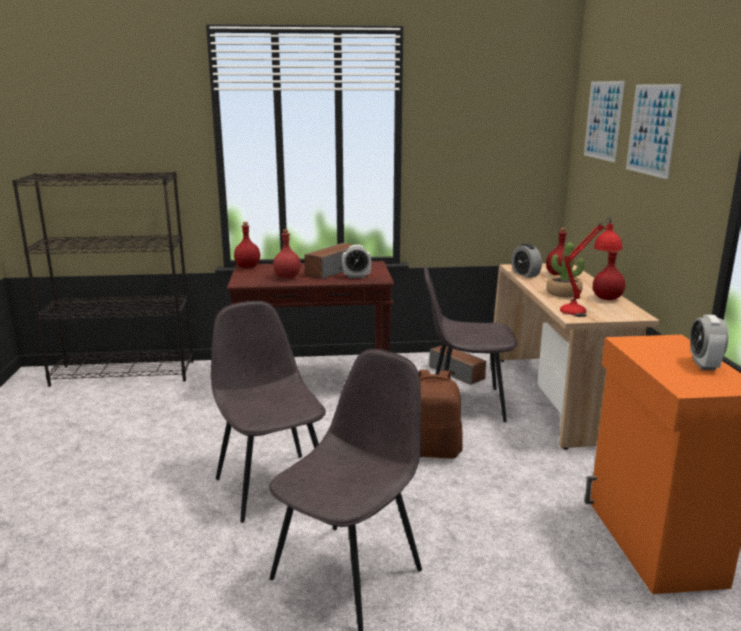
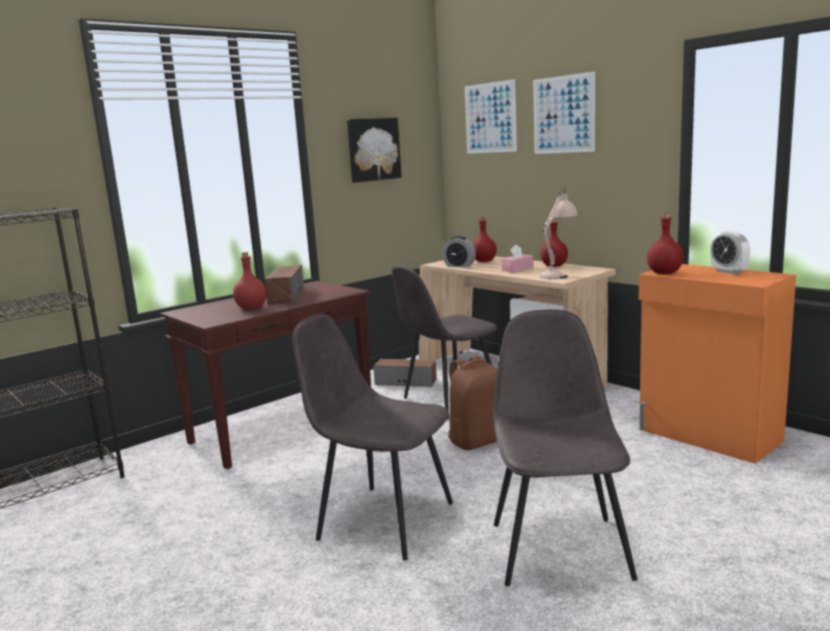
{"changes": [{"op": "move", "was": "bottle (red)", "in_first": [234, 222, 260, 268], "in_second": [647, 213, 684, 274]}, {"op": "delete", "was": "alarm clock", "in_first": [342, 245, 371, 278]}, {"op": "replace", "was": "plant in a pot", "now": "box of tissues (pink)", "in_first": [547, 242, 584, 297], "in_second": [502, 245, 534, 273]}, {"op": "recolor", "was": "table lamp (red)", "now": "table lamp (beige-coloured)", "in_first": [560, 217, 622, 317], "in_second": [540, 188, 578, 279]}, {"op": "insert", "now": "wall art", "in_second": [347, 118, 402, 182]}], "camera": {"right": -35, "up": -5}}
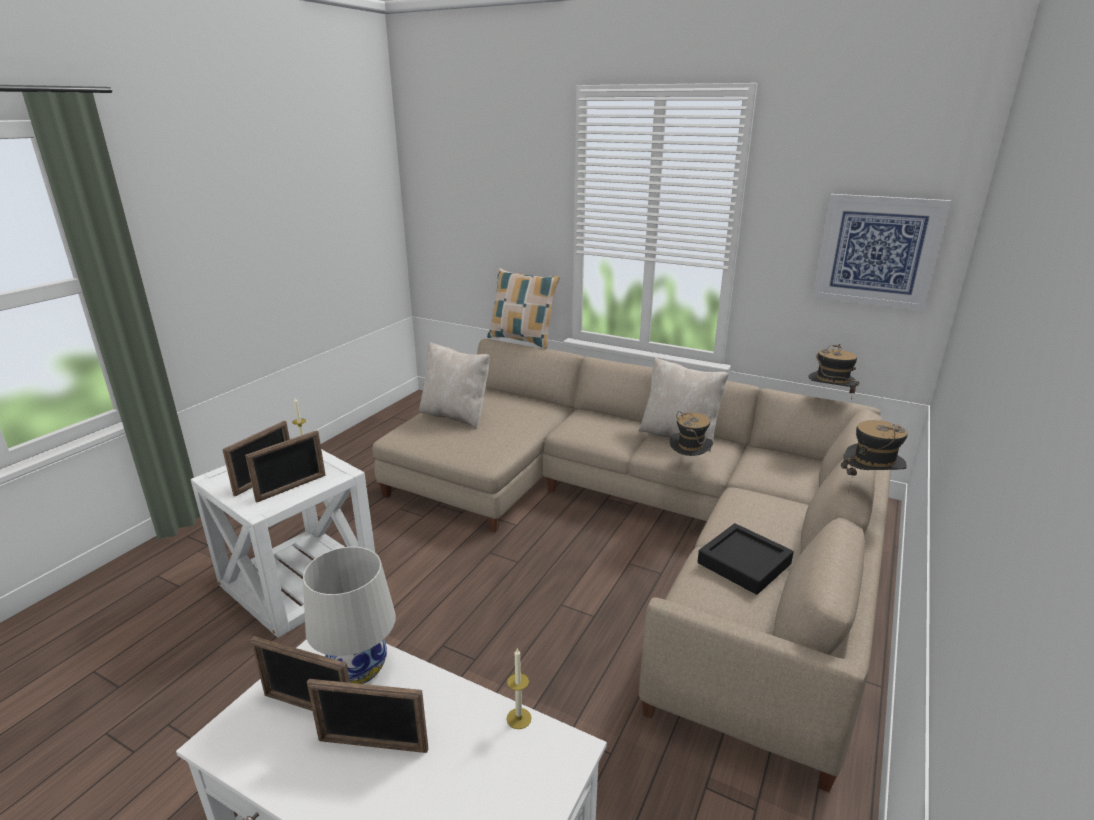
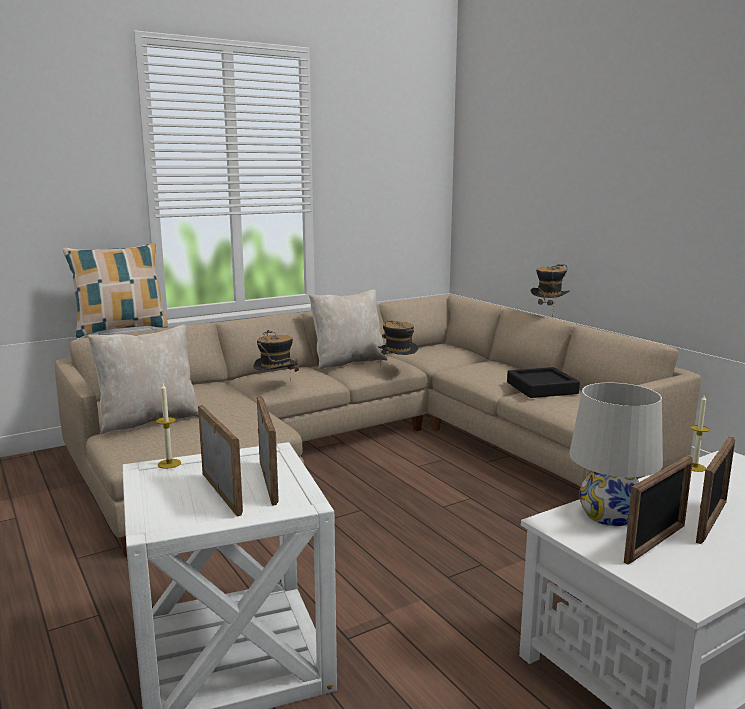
{"changes": [{"op": "move", "was": "hat", "in_first": [808, 344, 860, 400], "in_second": [253, 330, 299, 381]}, {"op": "delete", "was": "wall art", "in_first": [812, 194, 951, 311]}], "camera": {"right": -60, "up": -10}}
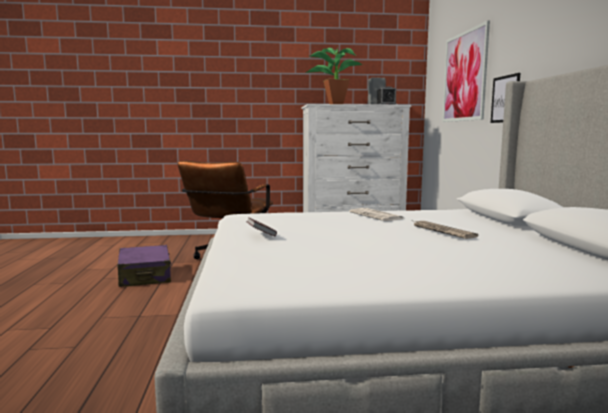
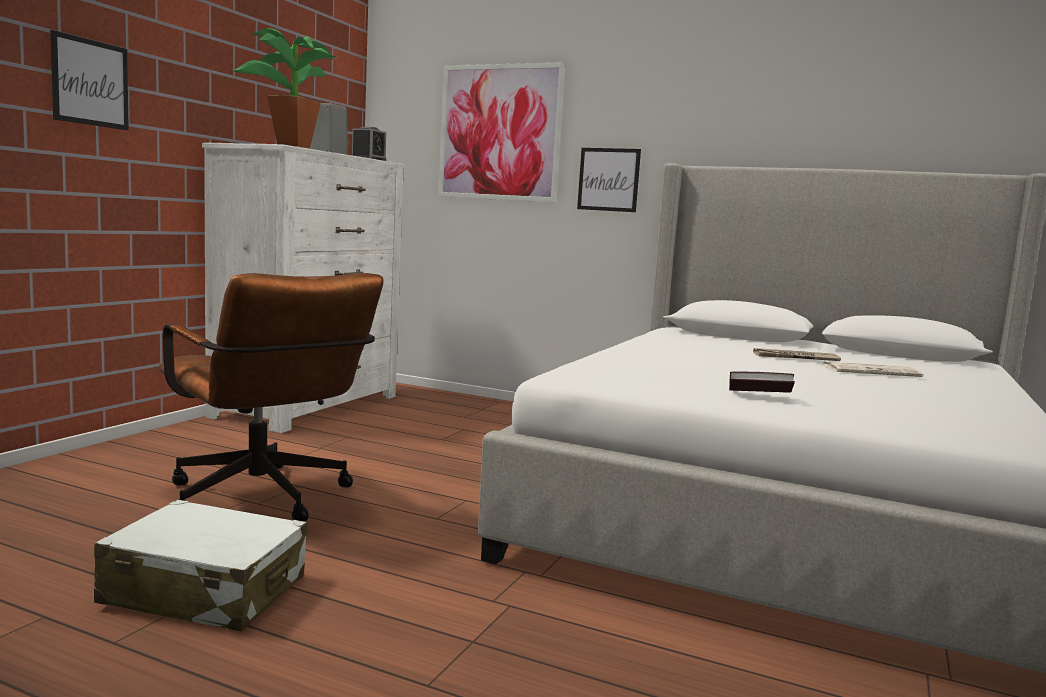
{"changes": [{"op": "recolor", "was": "suitcase (purple-coloured)", "now": "suitcase (whitish)", "in_first": [117, 245, 172, 287], "in_second": [94, 499, 307, 631]}, {"op": "move", "was": "daily paper", "in_first": [349, 208, 404, 221], "in_second": [823, 361, 923, 377]}, {"op": "insert", "now": "wall art", "in_second": [50, 30, 129, 130]}], "camera": {"right": -60, "up": 0}}
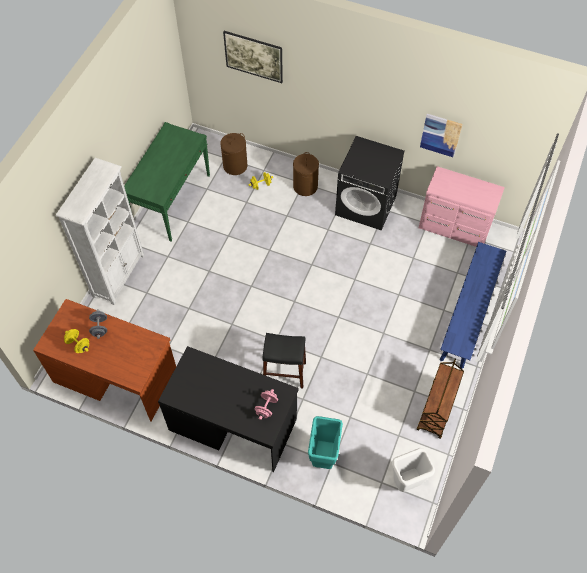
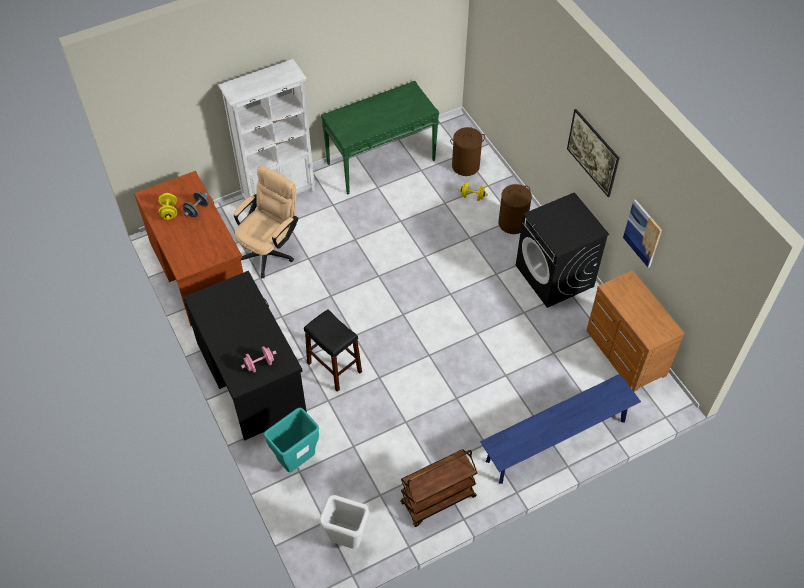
{"changes": [{"op": "move", "was": "wall art", "in_first": [223, 31, 283, 83], "in_second": [567, 109, 619, 197]}, {"op": "recolor", "was": "drawer chest (pink)", "now": "drawer chest (brownish)", "in_first": [419, 166, 505, 247], "in_second": [587, 270, 685, 392]}, {"op": "insert", "now": "desk chair (beige-coloured)", "in_second": [234, 165, 298, 278]}], "camera": {"right": 40, "up": -5}}
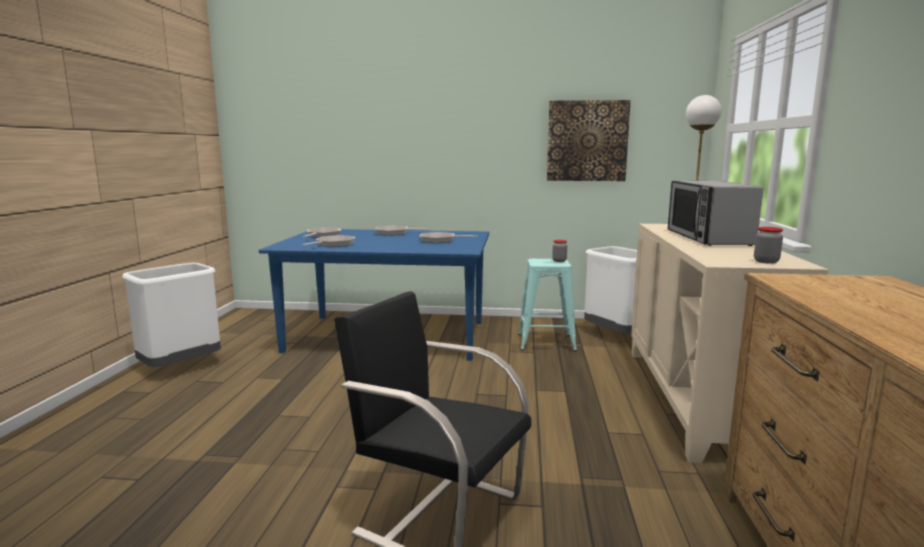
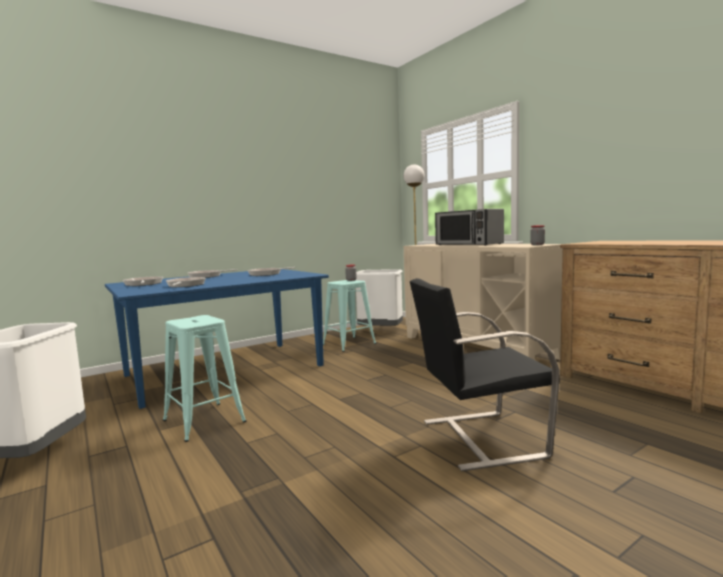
{"changes": [{"op": "delete", "was": "wall art", "in_first": [547, 100, 631, 181]}, {"op": "insert", "now": "sitting stool (turquoise)", "in_second": [163, 315, 246, 442]}], "camera": {"right": -40, "up": -5}}
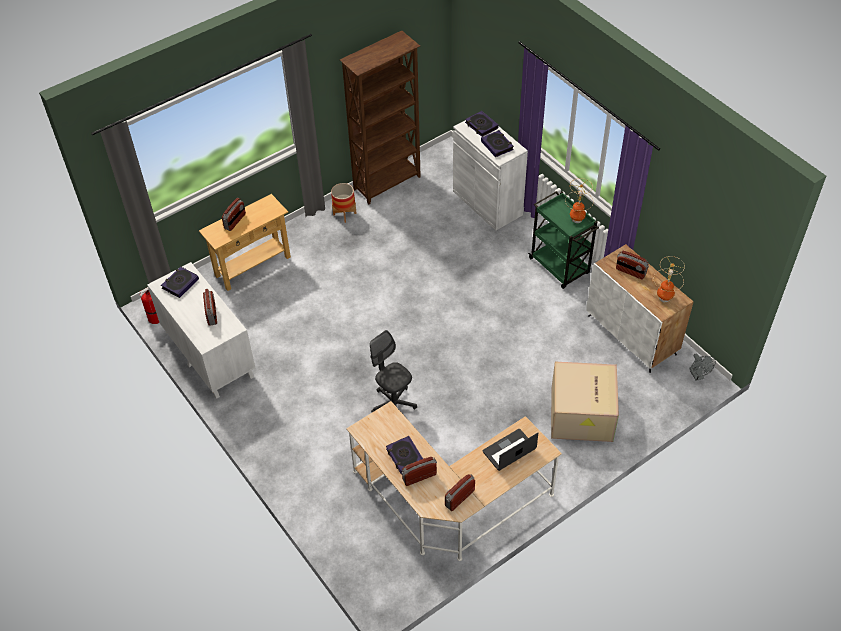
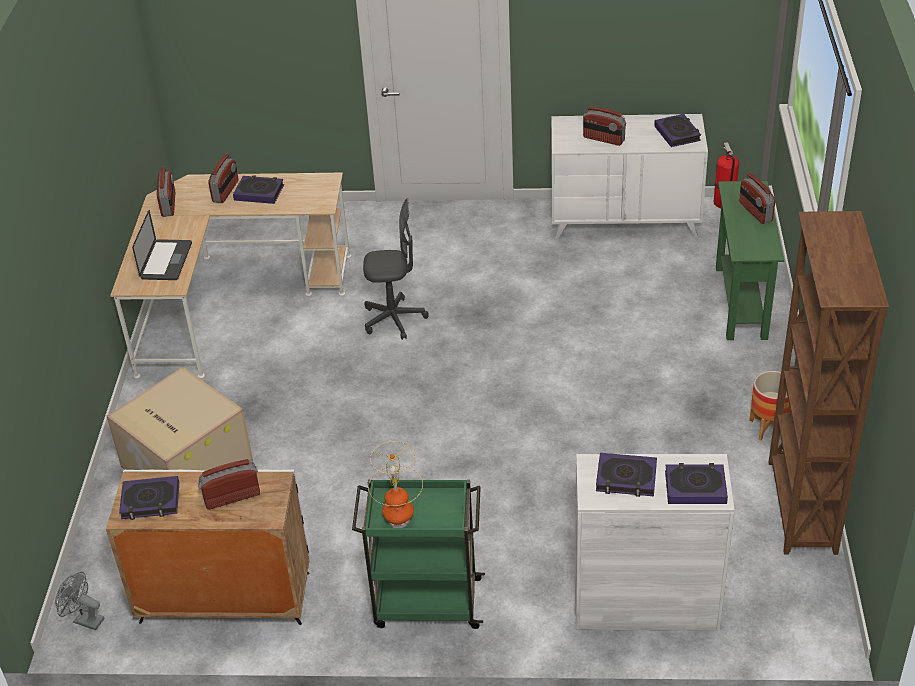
{"changes": [{"op": "recolor", "was": "hall table (beige-coloured)", "now": "hall table (green)", "in_first": [199, 194, 291, 291], "in_second": [716, 181, 784, 340]}, {"op": "replace", "was": "table lamp", "now": "bound book", "in_first": [654, 256, 685, 303], "in_second": [119, 476, 179, 520]}], "camera": {"right": 130, "up": -10}}
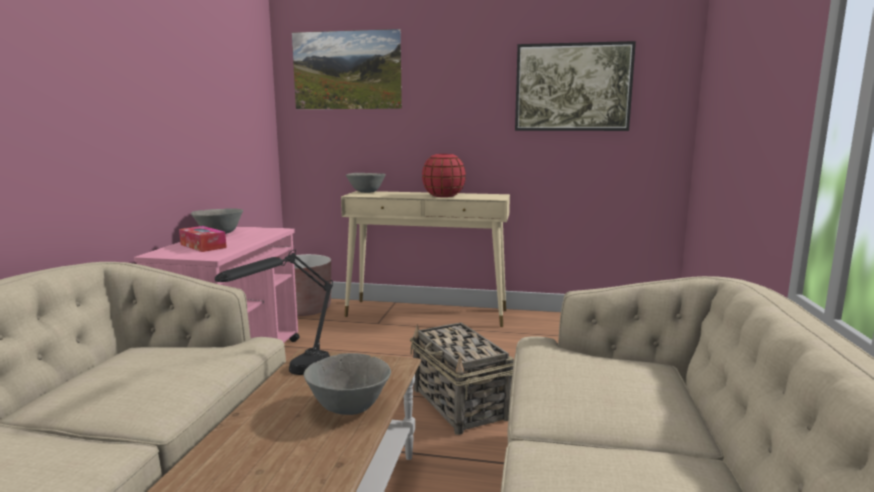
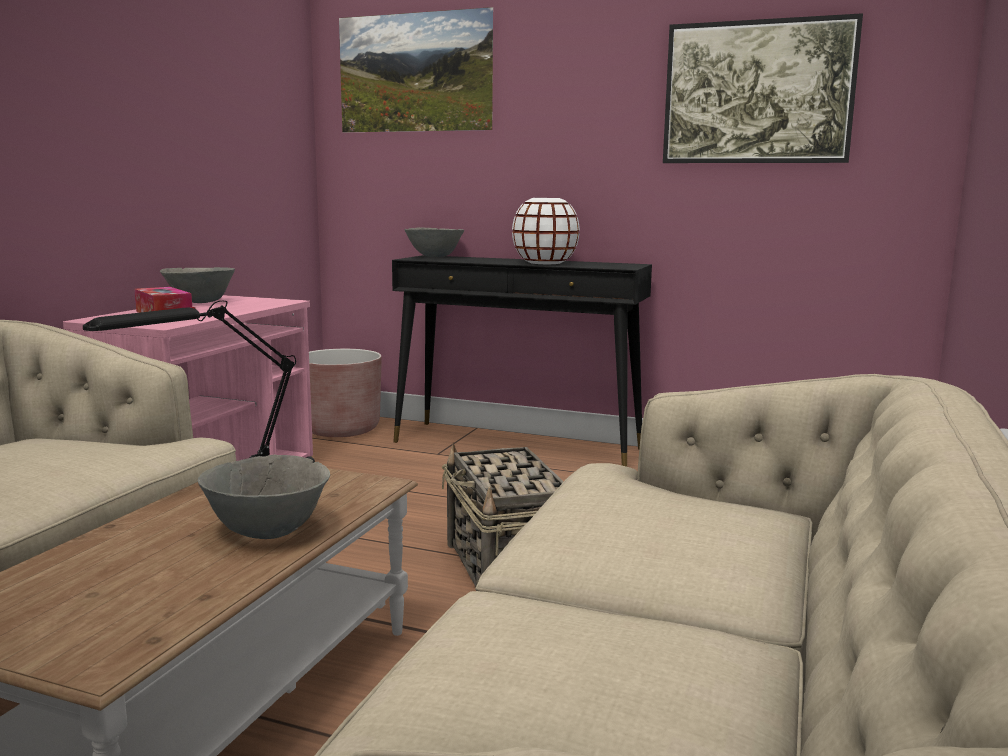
{"changes": [{"op": "recolor", "was": "hall table (beige-coloured)", "now": "hall table (black-coloured)", "in_first": [341, 191, 510, 327], "in_second": [392, 255, 652, 467]}, {"op": "recolor", "was": "vase (red)", "now": "vase (whitish)", "in_first": [422, 154, 466, 197], "in_second": [512, 198, 580, 264]}], "camera": {"right": 10, "up": 0}}
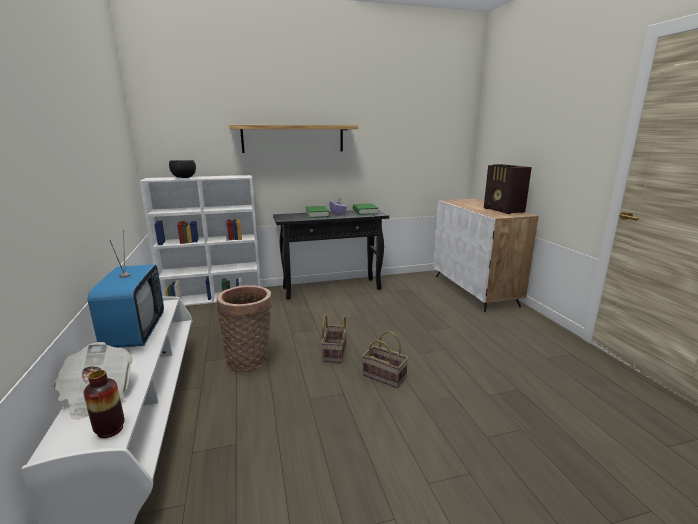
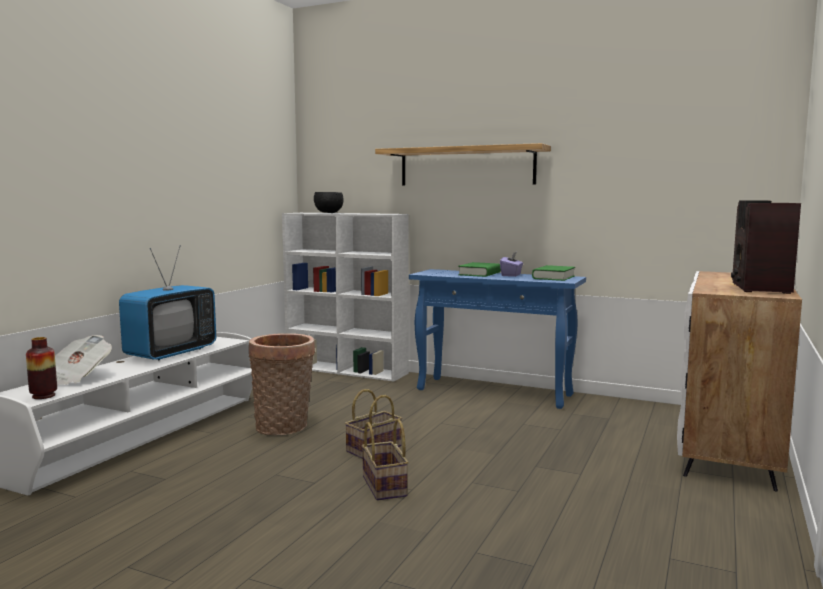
{"changes": [{"op": "recolor", "was": "hall table (black-coloured)", "now": "hall table (blue-coloured)", "in_first": [273, 210, 389, 300], "in_second": [409, 269, 586, 409]}], "camera": {"right": 40, "up": -10}}
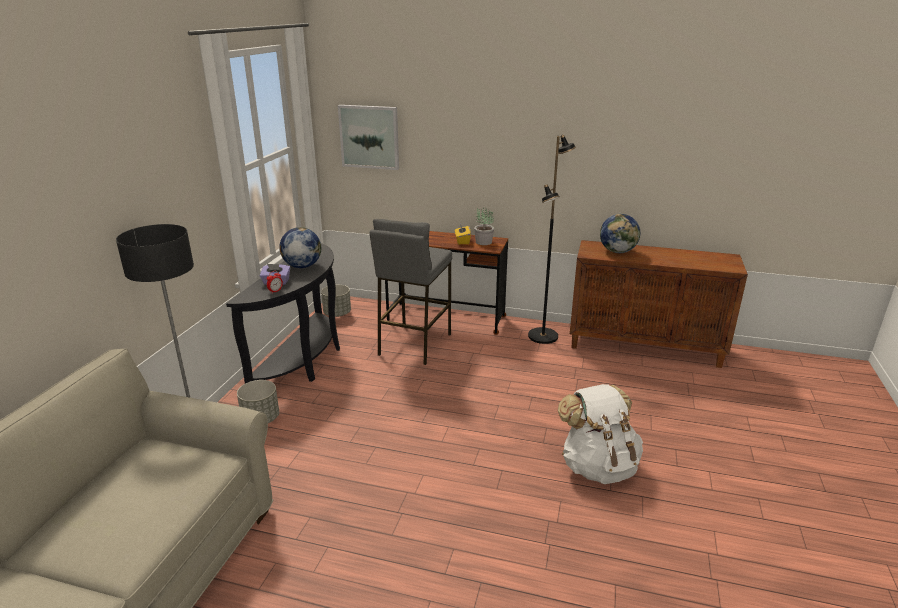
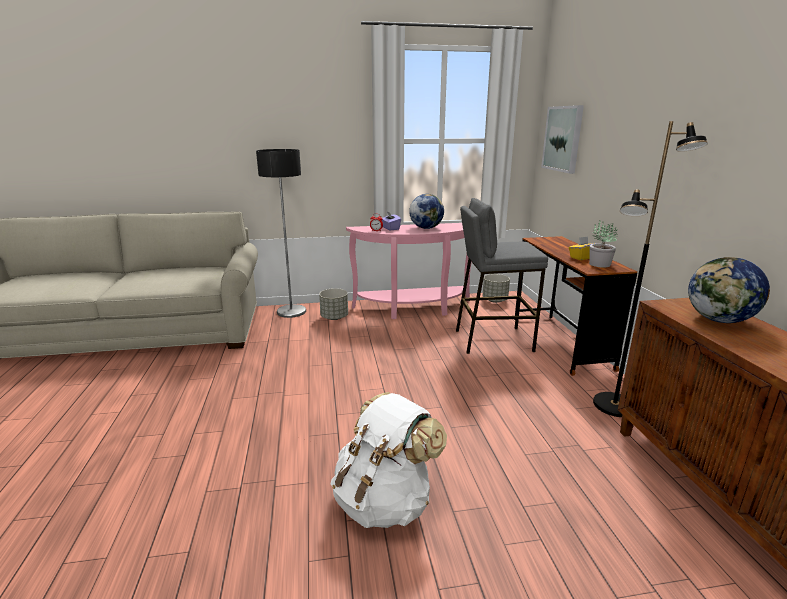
{"changes": [{"op": "recolor", "was": "hall table (black-coloured)", "now": "hall table (pink)", "in_first": [226, 243, 340, 383], "in_second": [346, 223, 472, 319]}], "camera": {"right": 65, "up": -5}}
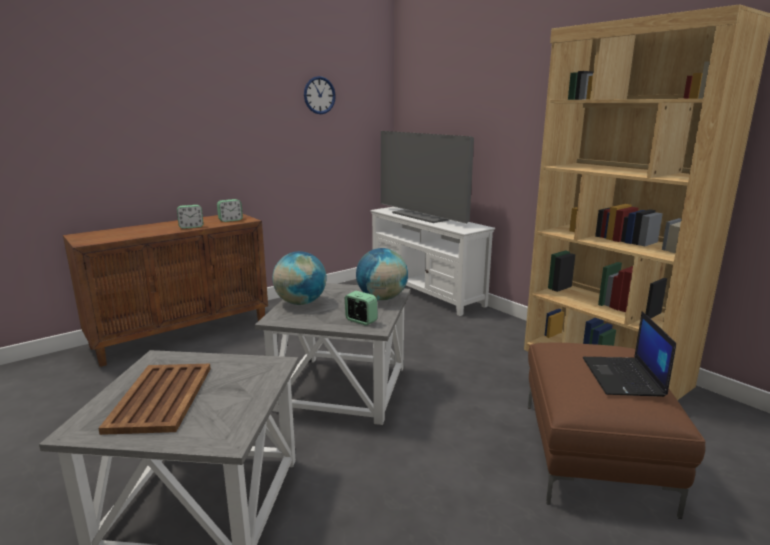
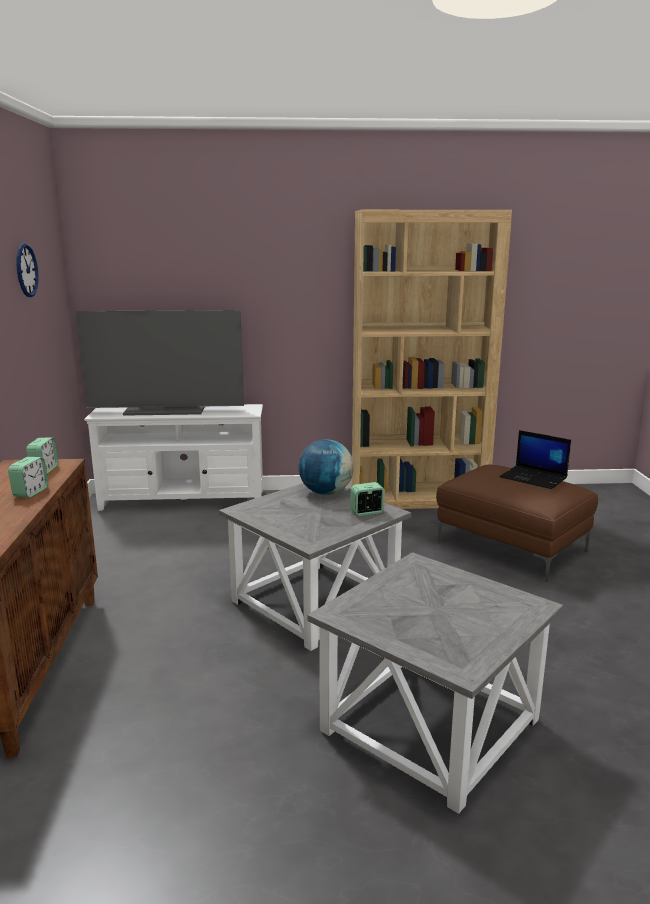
{"changes": [{"op": "delete", "was": "carrying tray (brownish)", "in_first": [98, 364, 211, 435]}, {"op": "delete", "was": "globe", "in_first": [272, 251, 327, 305]}], "camera": {"right": -55, "up": 0}}
